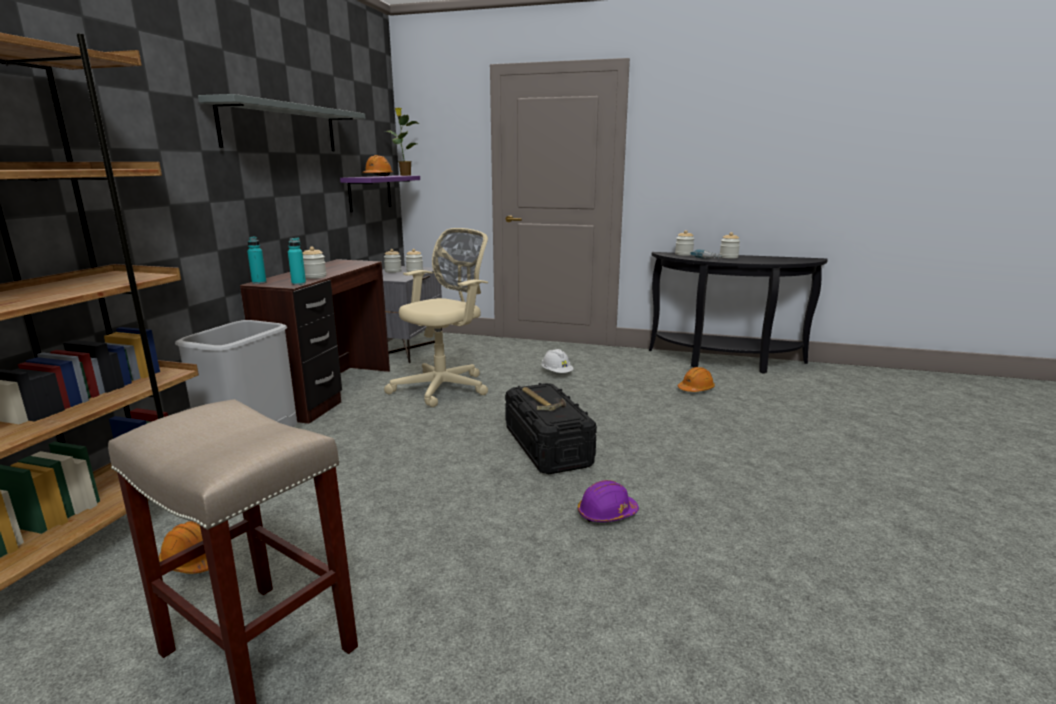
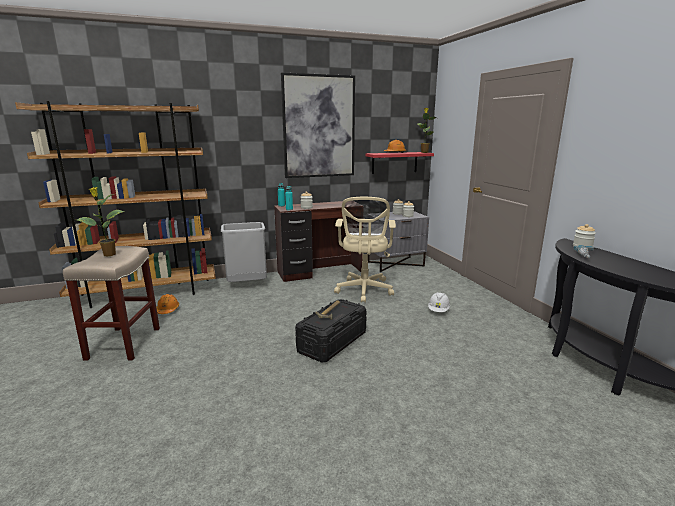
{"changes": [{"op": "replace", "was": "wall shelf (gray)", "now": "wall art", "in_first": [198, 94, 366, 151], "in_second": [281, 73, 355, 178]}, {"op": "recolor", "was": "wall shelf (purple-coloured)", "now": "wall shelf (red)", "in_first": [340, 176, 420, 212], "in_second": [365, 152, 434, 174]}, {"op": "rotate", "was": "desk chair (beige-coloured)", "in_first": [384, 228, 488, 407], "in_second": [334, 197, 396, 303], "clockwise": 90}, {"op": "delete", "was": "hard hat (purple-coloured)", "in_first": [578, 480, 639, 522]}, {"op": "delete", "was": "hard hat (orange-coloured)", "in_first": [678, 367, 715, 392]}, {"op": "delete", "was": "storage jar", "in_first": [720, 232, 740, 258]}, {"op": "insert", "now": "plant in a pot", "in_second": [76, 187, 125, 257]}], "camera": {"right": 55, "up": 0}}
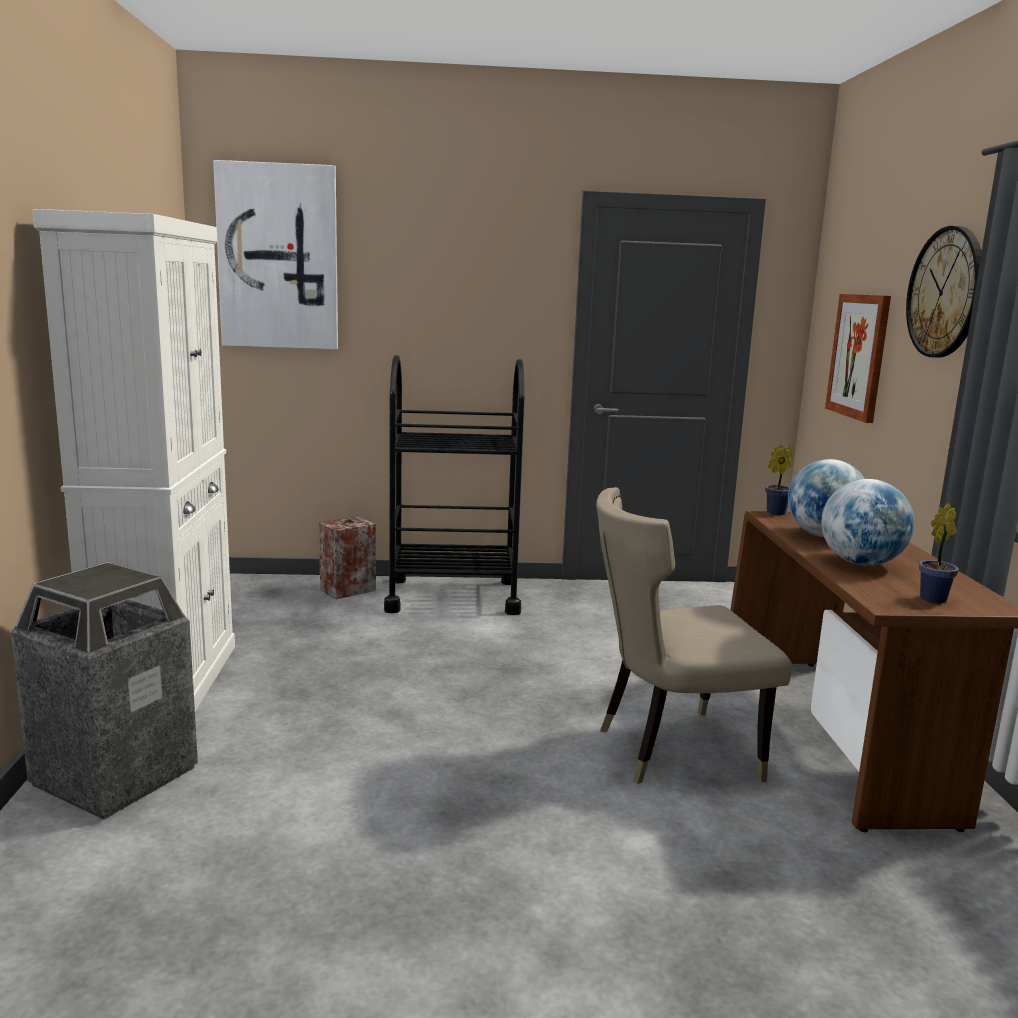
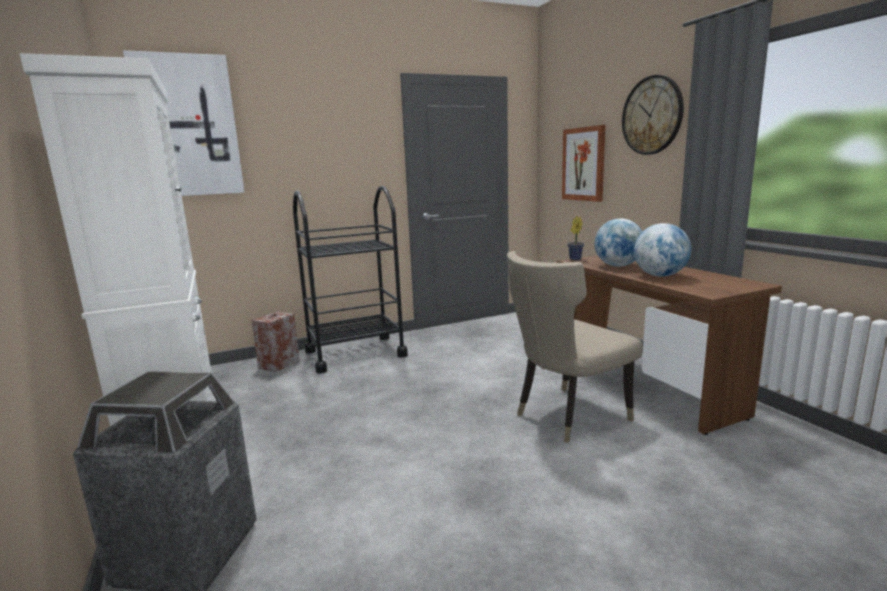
{"changes": [{"op": "delete", "was": "plant in a pot", "in_first": [919, 504, 959, 603]}], "camera": {"right": -20, "up": 0}}
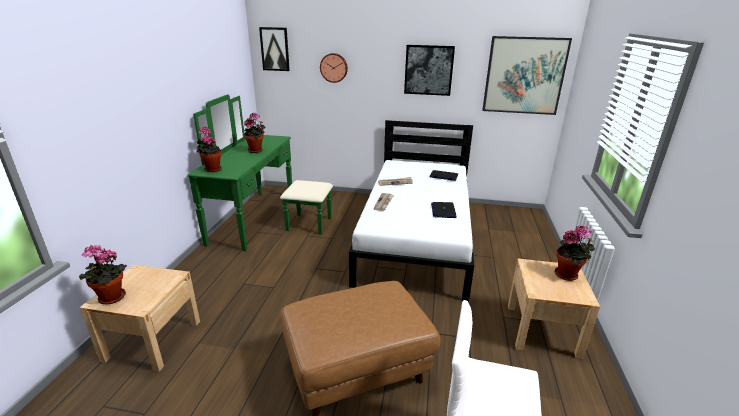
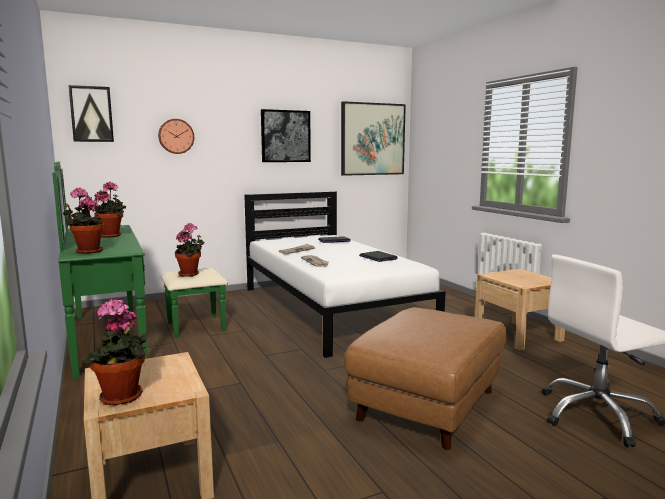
{"changes": [{"op": "move", "was": "plant in a pot", "in_first": [555, 226, 595, 281], "in_second": [175, 223, 204, 277]}], "camera": {"right": -35, "up": -15}}
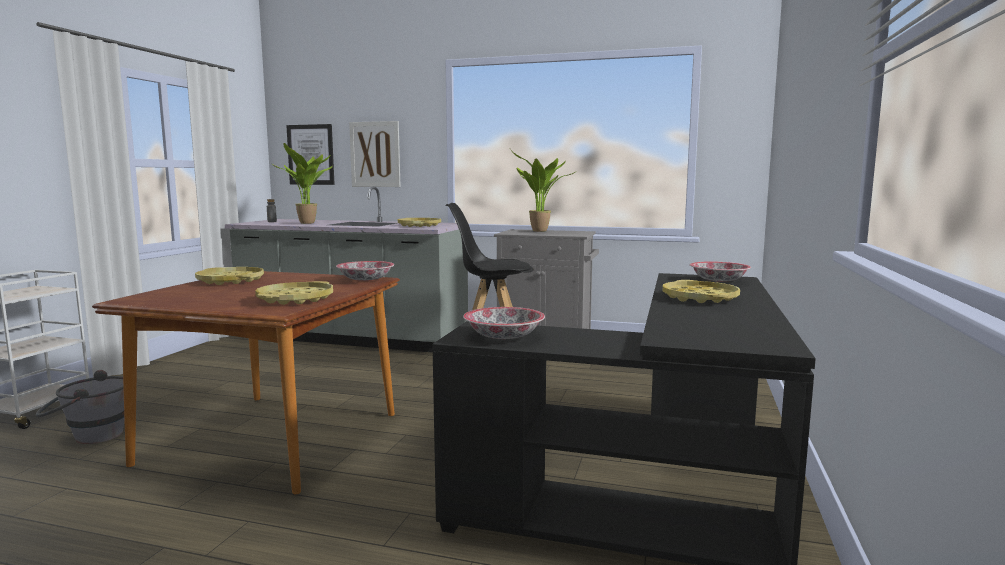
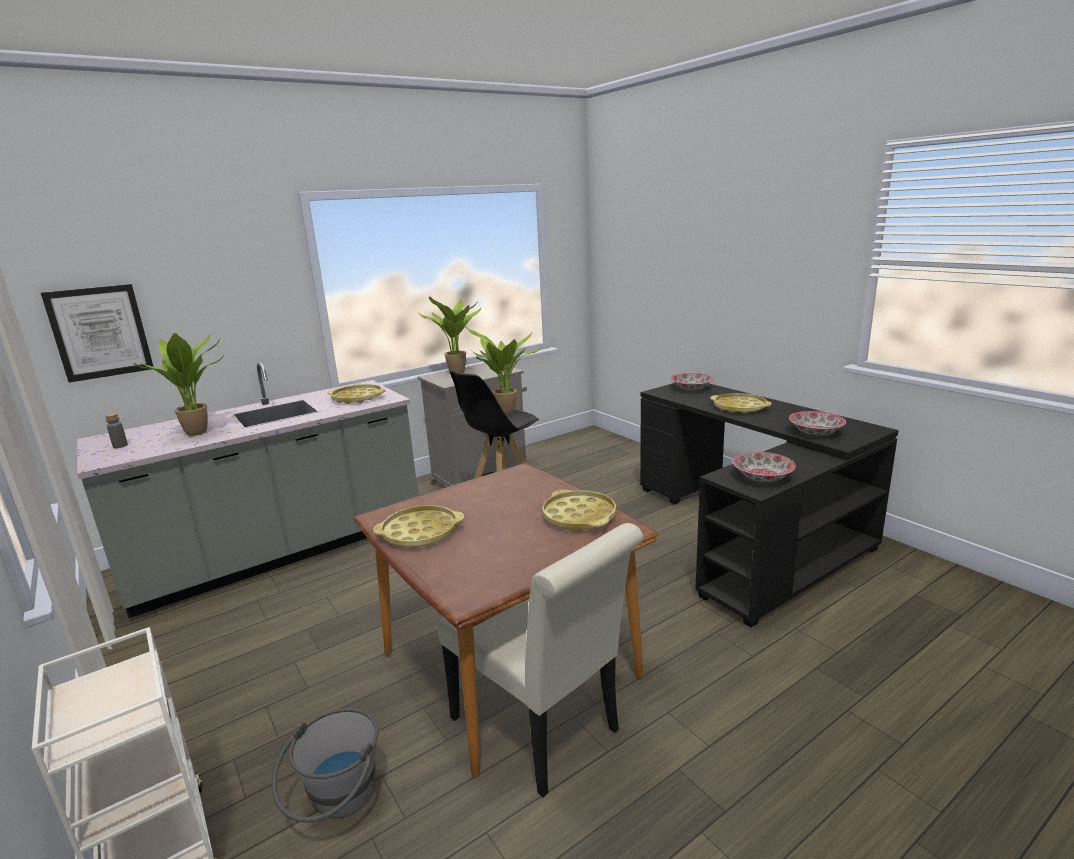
{"changes": [{"op": "move", "was": "serving bowl", "in_first": [336, 261, 394, 281], "in_second": [789, 411, 846, 435]}, {"op": "delete", "was": "wall art", "in_first": [349, 121, 401, 187]}, {"op": "insert", "now": "plain chair (whitish)", "in_second": [437, 523, 643, 797]}, {"op": "insert", "now": "plant in a pot", "in_second": [464, 325, 540, 415]}], "camera": {"right": -50, "up": 10}}
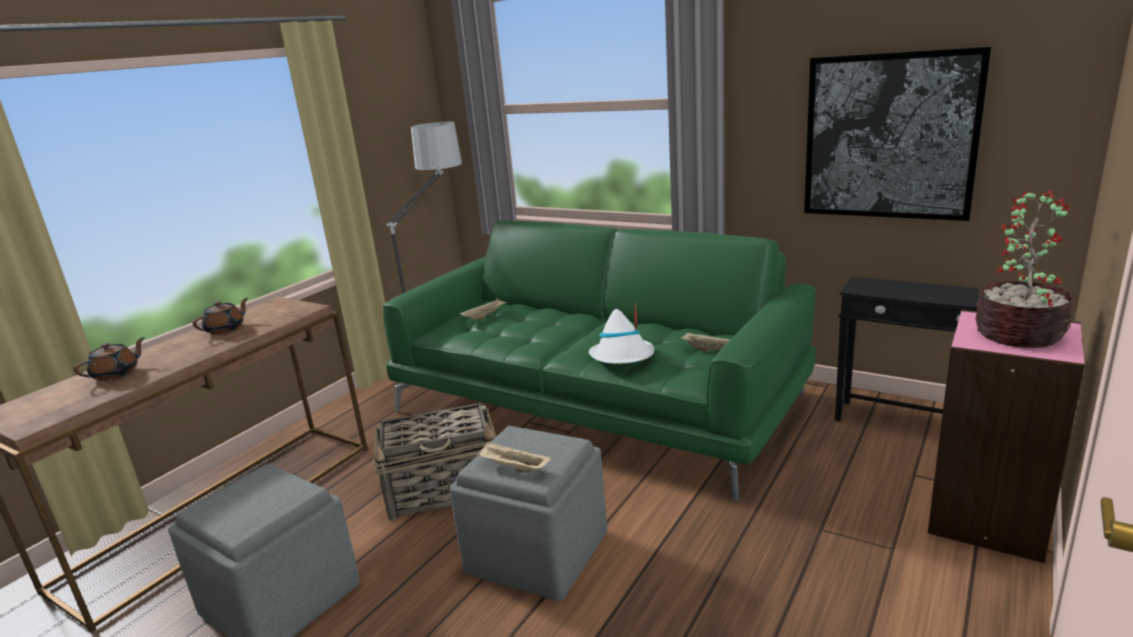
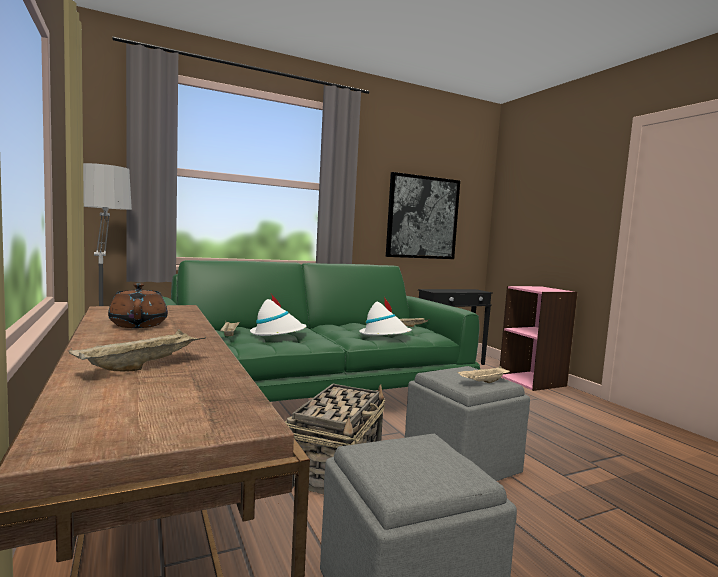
{"changes": [{"op": "replace", "was": "teapot (brownish)", "now": "carrying tray (beige-coloured)", "in_first": [73, 337, 145, 381], "in_second": [68, 329, 206, 372]}, {"op": "delete", "was": "plant in a pot", "in_first": [975, 190, 1074, 348]}, {"op": "insert", "now": "hat (whitish)", "in_second": [250, 294, 307, 336]}], "camera": {"right": -60, "up": -15}}
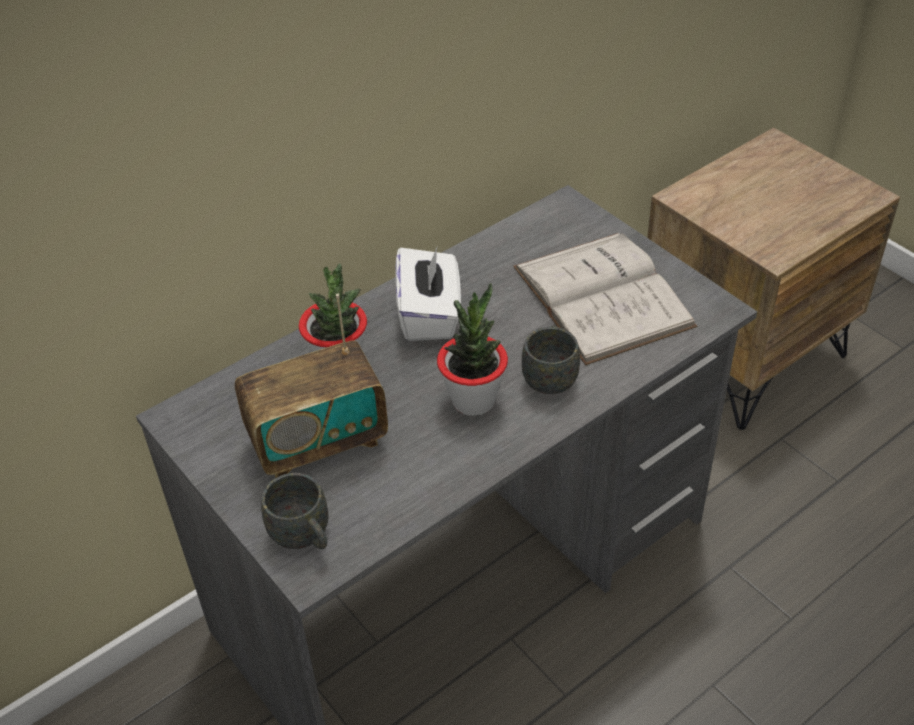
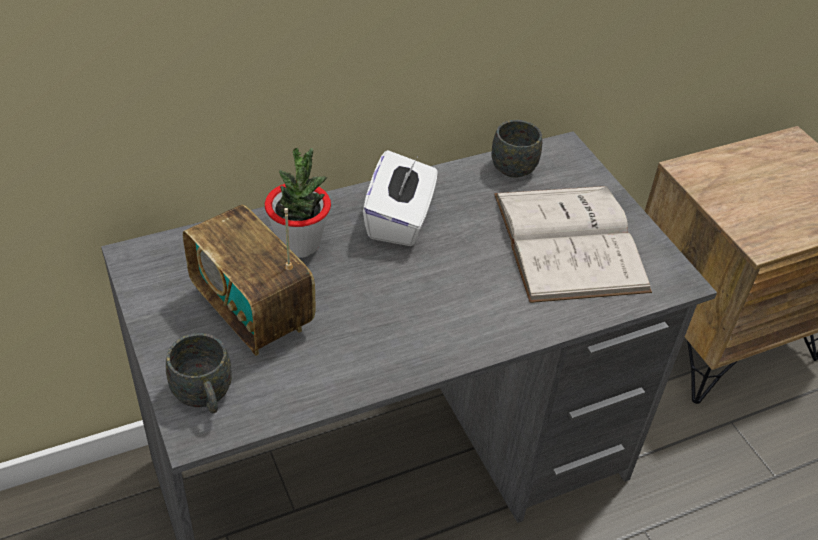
{"changes": [{"op": "rotate", "was": "radio receiver", "in_first": [235, 294, 388, 478], "in_second": [183, 205, 316, 356], "clockwise": 60}, {"op": "delete", "was": "plant in a pot", "in_first": [437, 283, 508, 416]}, {"op": "move", "was": "tea mug (gray)", "in_first": [522, 325, 580, 394], "in_second": [491, 120, 542, 178]}], "camera": {"right": 10, "up": 0}}
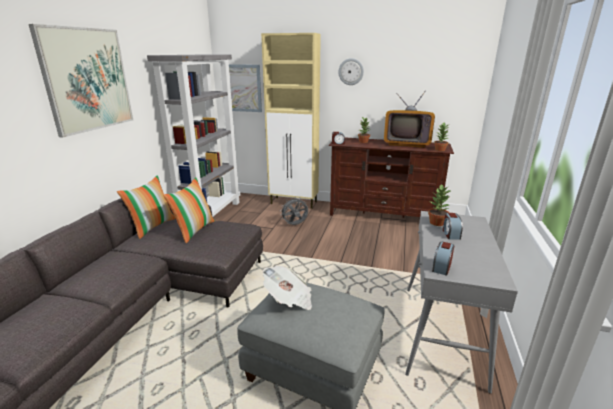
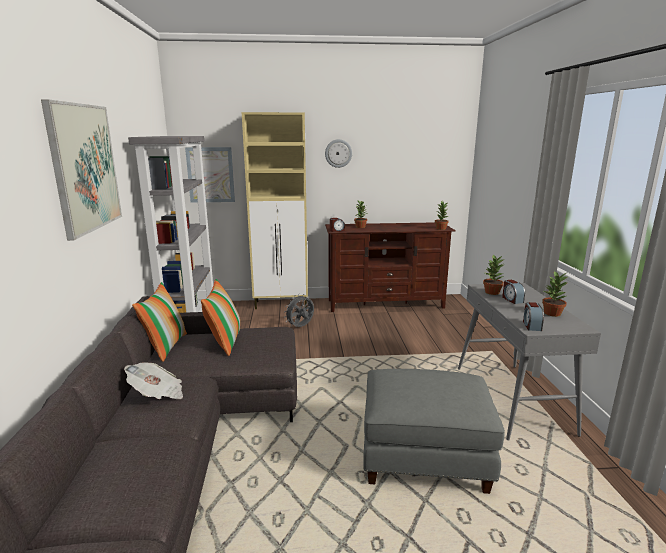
{"changes": [{"op": "move", "was": "daily paper", "in_first": [262, 266, 312, 310], "in_second": [124, 362, 183, 399]}, {"op": "delete", "was": "TV set", "in_first": [384, 91, 435, 148]}, {"op": "insert", "now": "plant in a pot", "in_second": [542, 270, 567, 317]}], "camera": {"right": -20, "up": -5}}
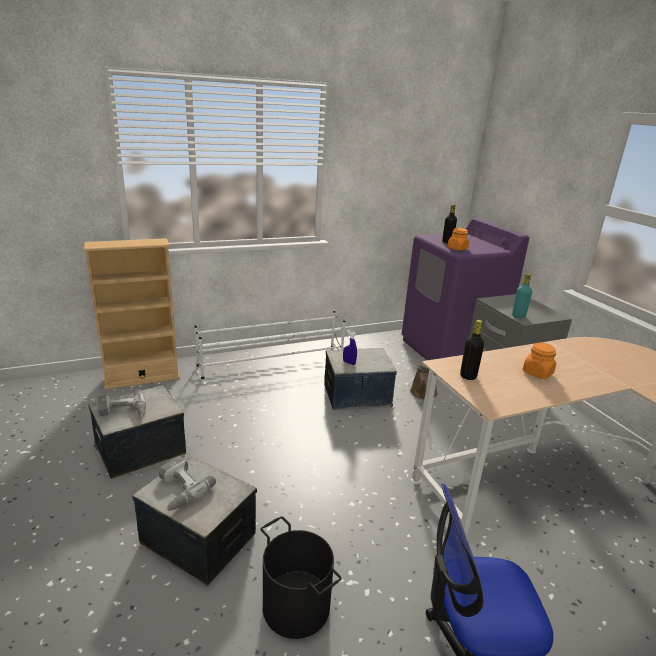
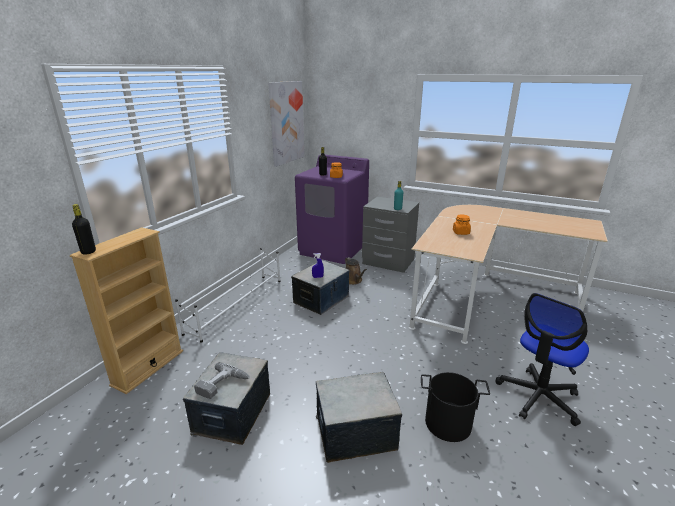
{"changes": [{"op": "delete", "was": "electric drill", "in_first": [159, 456, 216, 511]}, {"op": "move", "was": "bottle (black-coloured)", "in_first": [460, 320, 484, 380], "in_second": [72, 204, 96, 254]}, {"op": "insert", "now": "wall art", "in_second": [268, 81, 305, 167]}], "camera": {"right": -40, "up": 0}}
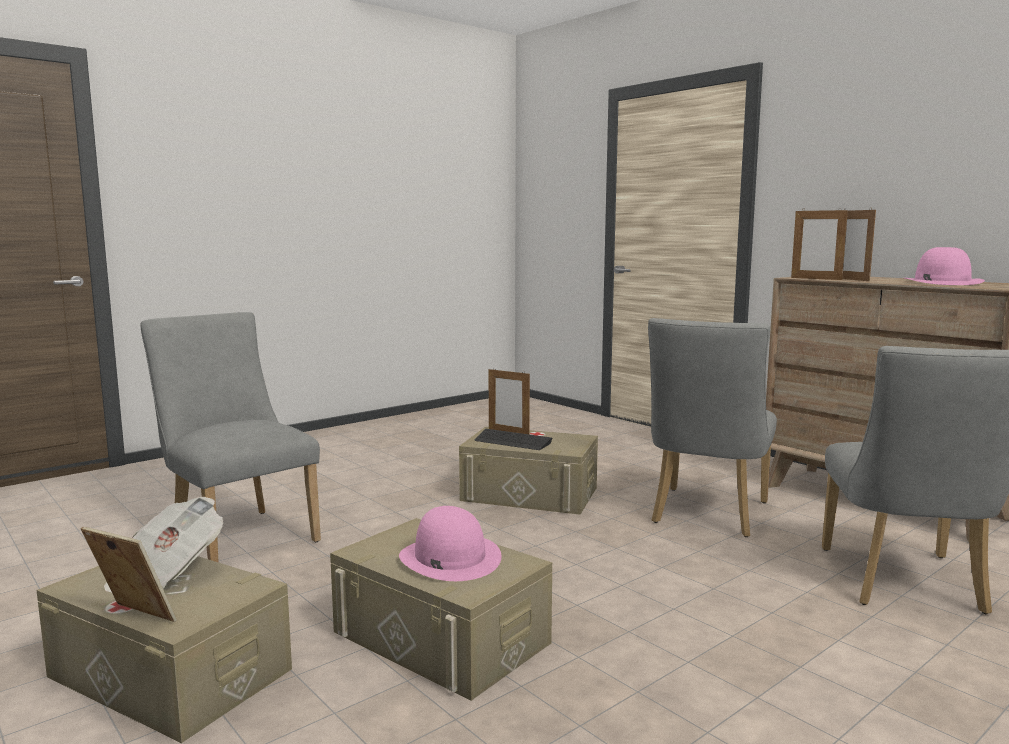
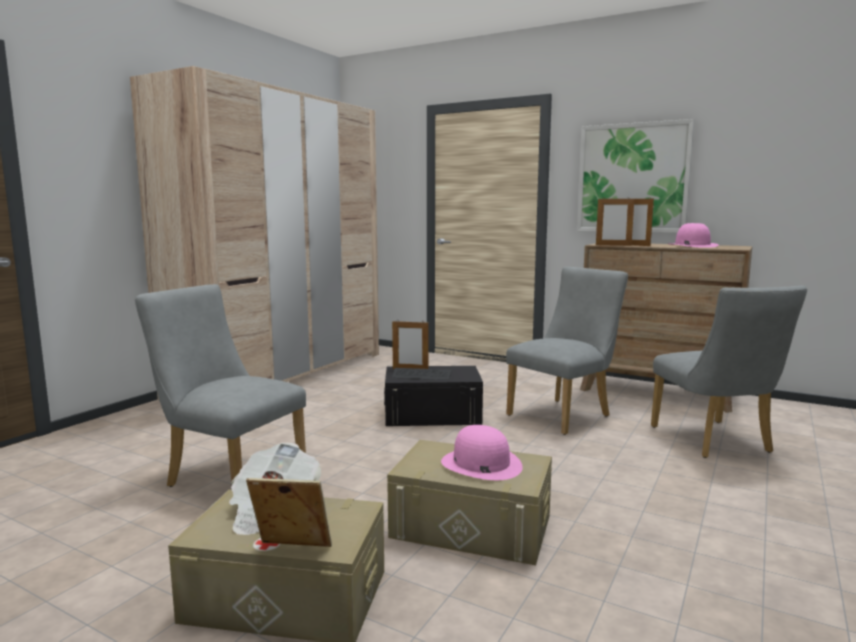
{"changes": [{"op": "recolor", "was": "storage container (beige-coloured)", "now": "storage container (black-coloured)", "in_first": [459, 427, 598, 515], "in_second": [384, 366, 483, 426]}, {"op": "rotate", "was": "plain chair (gray)", "in_first": [648, 318, 777, 537], "in_second": [506, 267, 628, 435], "clockwise": -135}, {"op": "insert", "now": "armoire (beige-coloured)", "in_second": [130, 66, 379, 401]}, {"op": "insert", "now": "wall art", "in_second": [577, 119, 694, 233]}], "camera": {"right": -20, "up": 0}}
